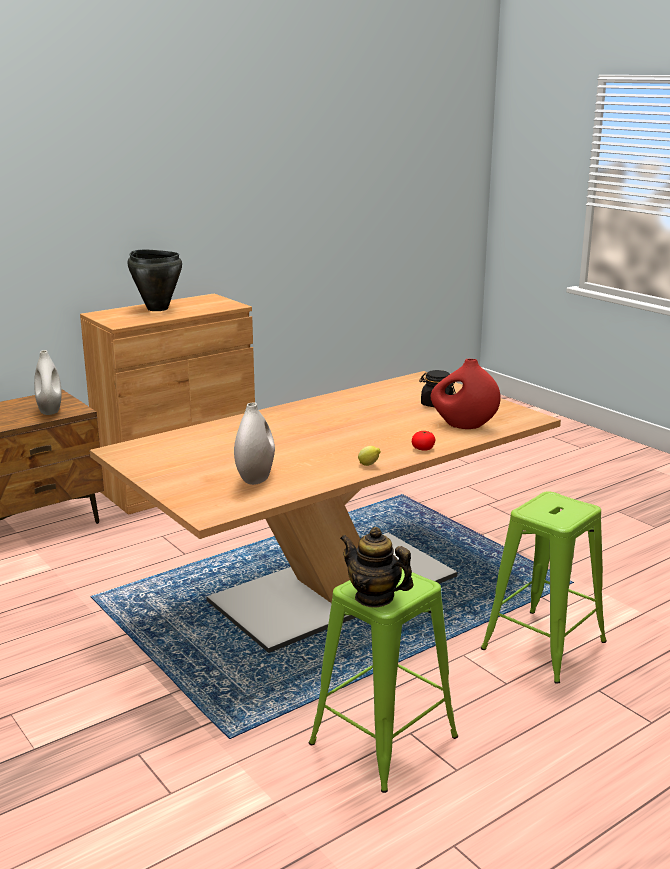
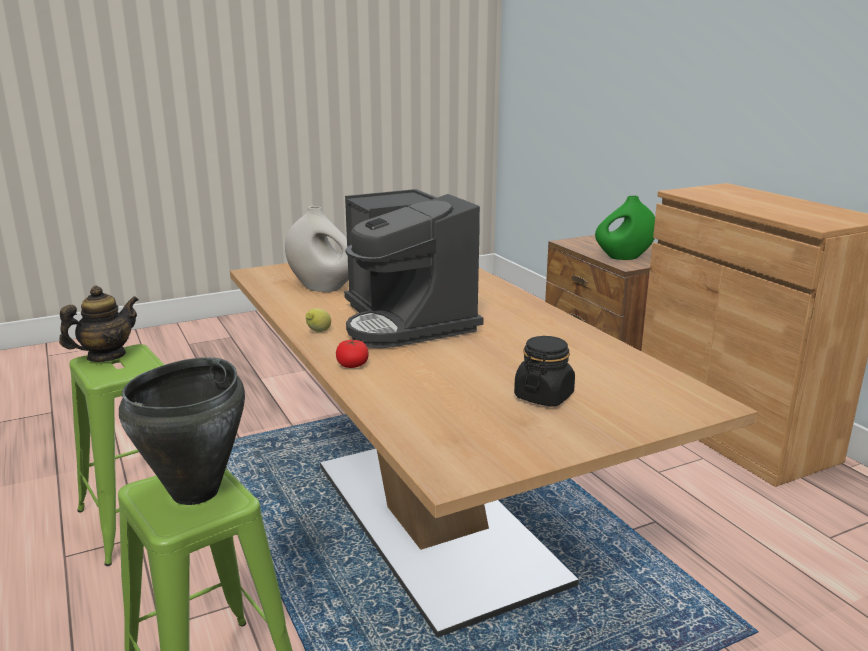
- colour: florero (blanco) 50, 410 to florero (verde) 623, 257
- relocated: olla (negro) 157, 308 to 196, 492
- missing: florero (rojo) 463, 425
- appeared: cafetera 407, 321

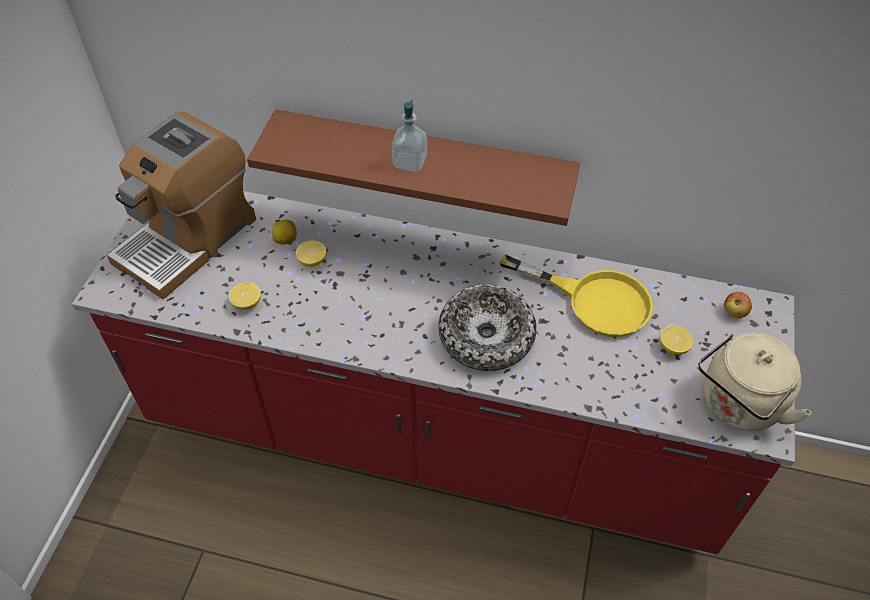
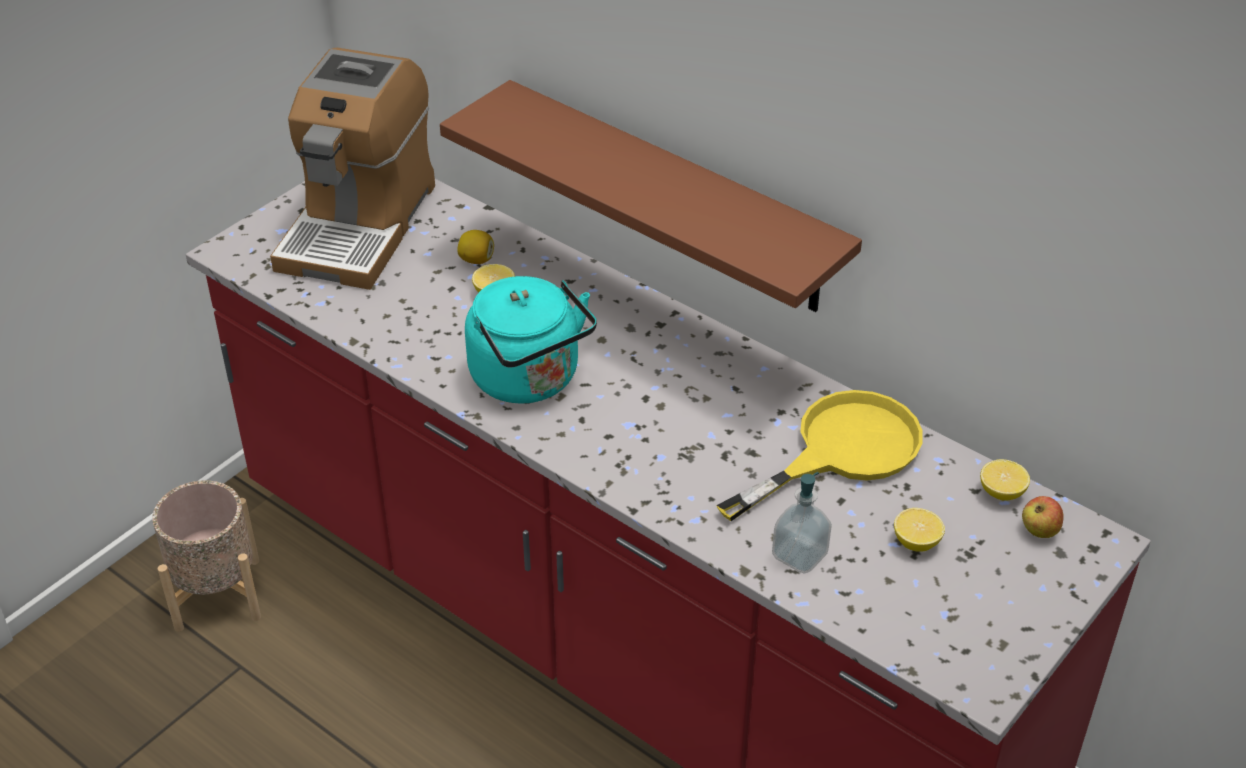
- spun: cafetera 188, 239 = 359, 225 45 degrees counterclockwise
- relocated: limón 247, 303 to 1001, 492
- relocated: dispensador de jabón 410, 162 to 799, 555
- missing: cuenco 486, 336
- spun: sartén (amarillo) 594, 300 = 841, 451 90 degrees counterclockwise
- missing: hervidor (beis) 737, 405
- appeared: maceta (beis) 217, 594
- appeared: hervidor (turquesa) 530, 380

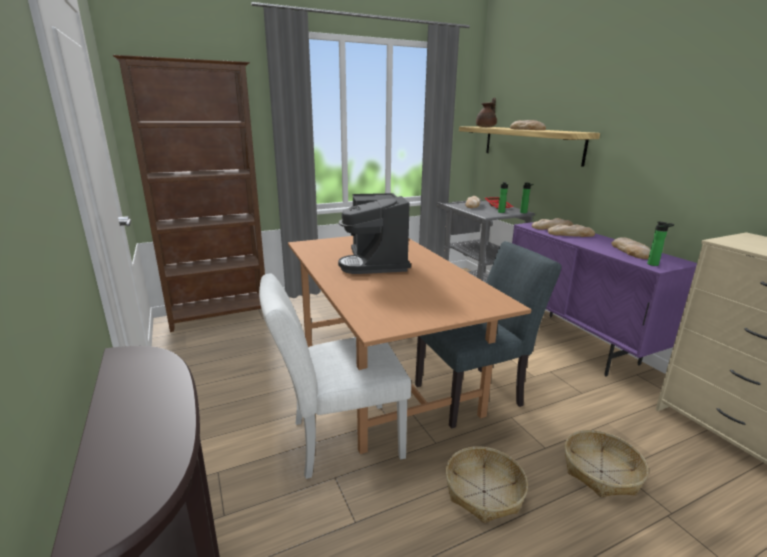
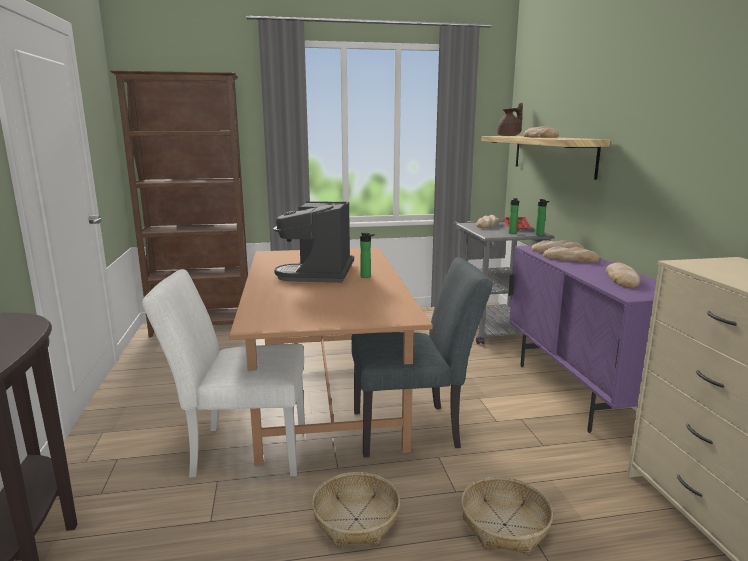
- relocated: botella 654, 264 to 367, 277

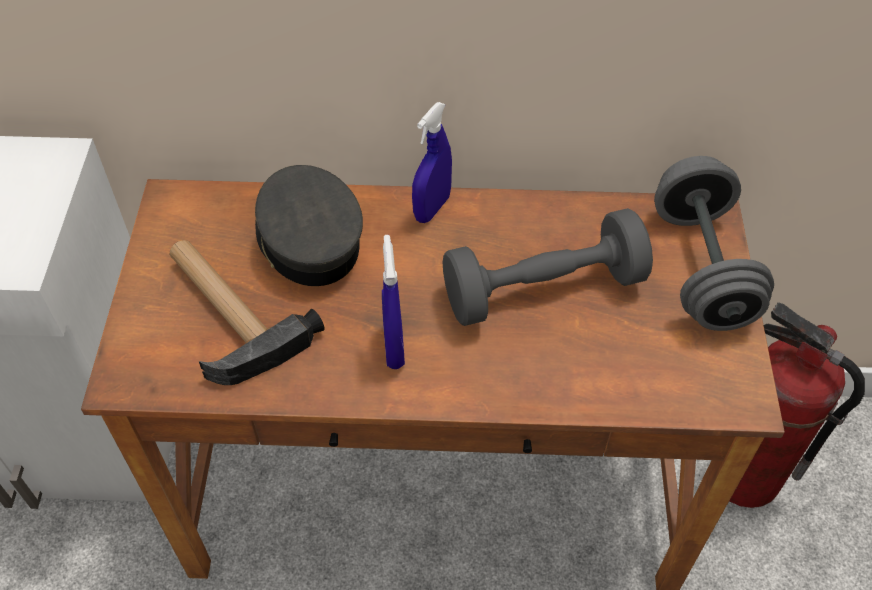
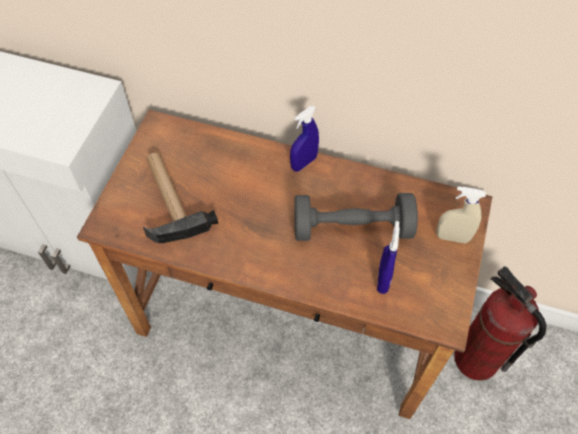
- missing: gorra (gris) 307, 239
- relocated: pulverizador (azul) 394, 347 to 383, 279
- exchanged: mancuerna (gris) 701, 268 to pulverizador (beis) 452, 237

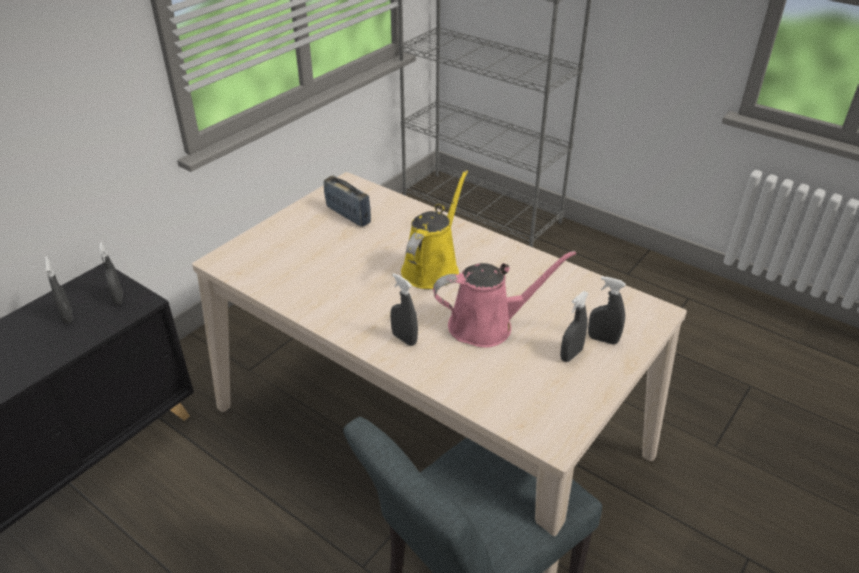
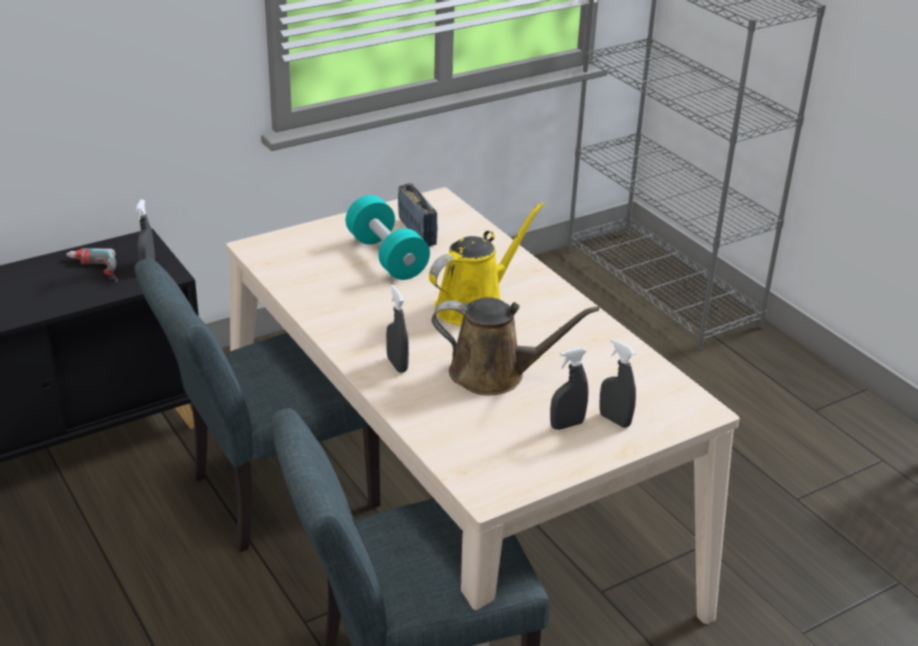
- exchanged: pulverizador (gris) 68, 317 to taladro 92, 271
- colour: regadera (rosa) 487, 325 to regadera (marrón) 495, 374
- appeared: silla (gris) 270, 495
- appeared: mancuerna (turquesa) 386, 256

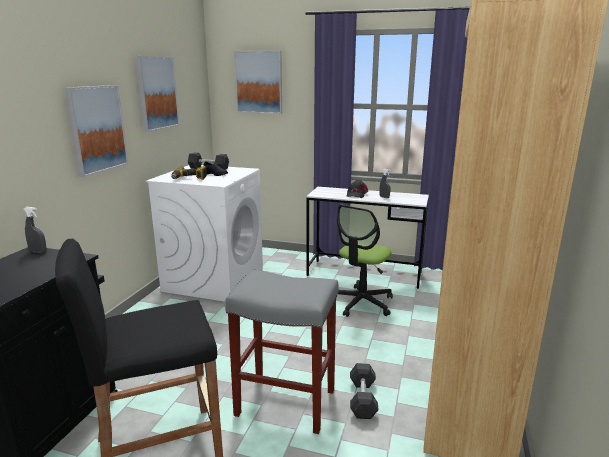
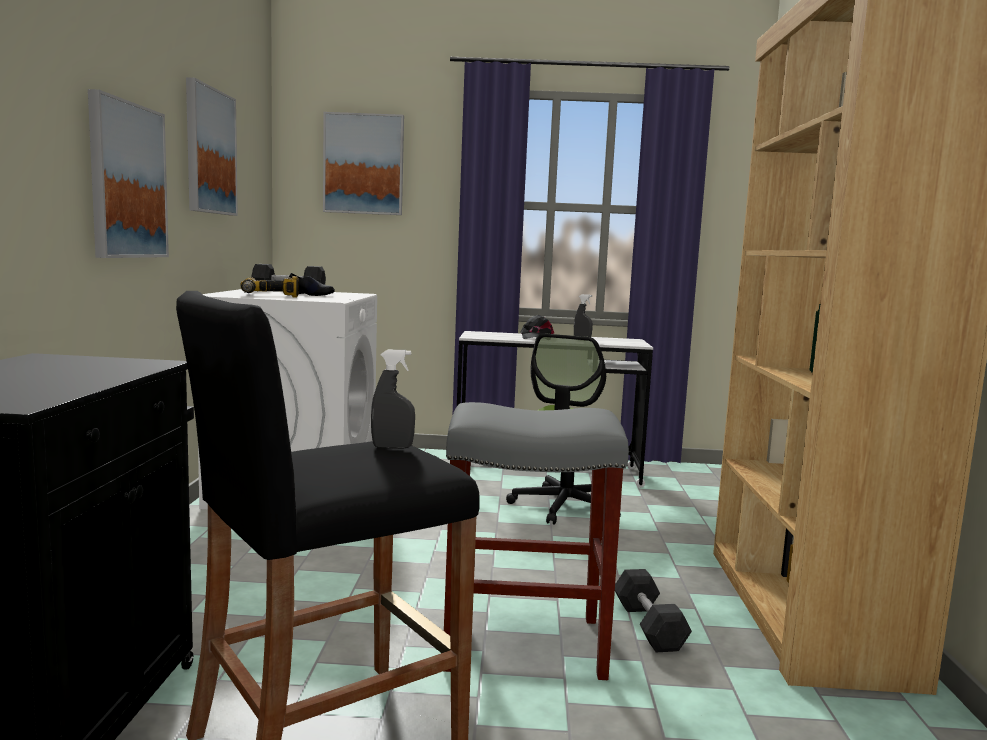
- relocated: pulverizador (gris) 38, 252 to 392, 447

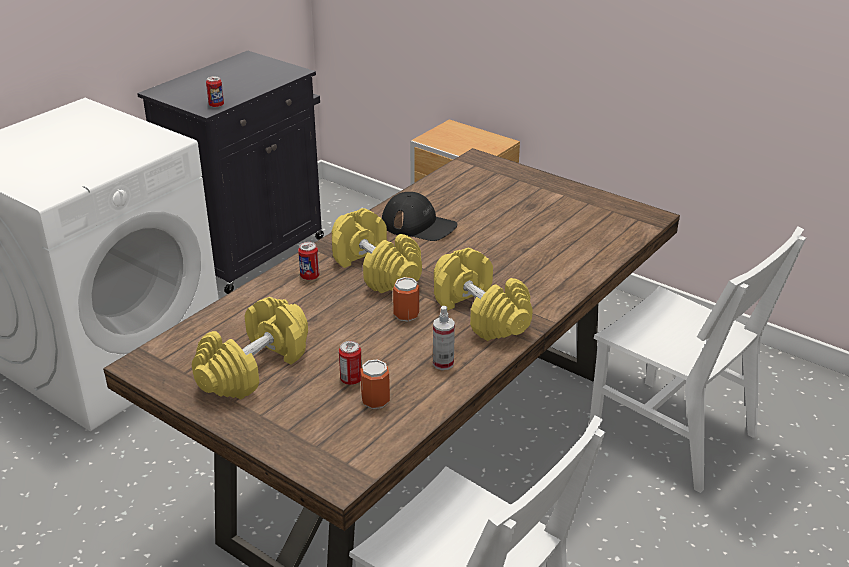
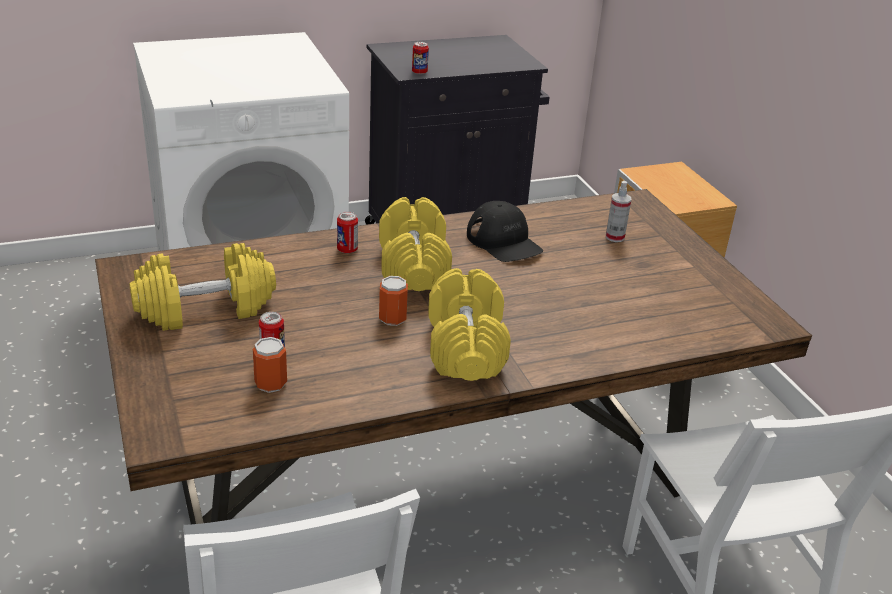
- relocated: pulverizador 443, 363 to 614, 237

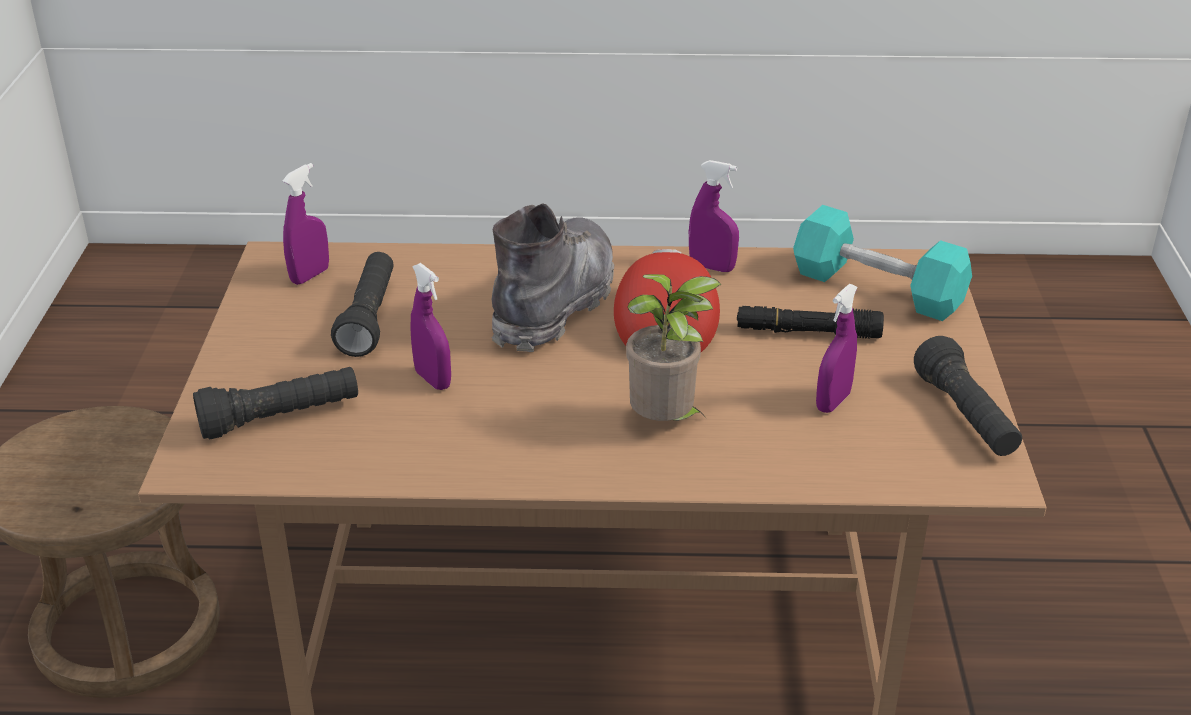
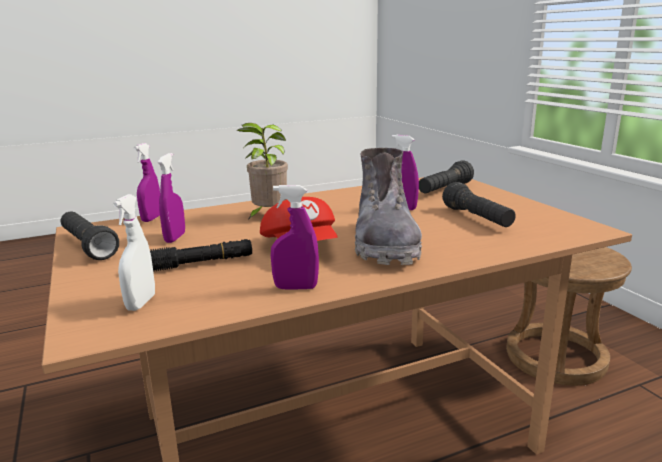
- relocated: pulverizador (morado) 310, 275 to 152, 218
- exchanged: mancuerna (turquesa) 877, 289 to pulverizador (blanco) 141, 303

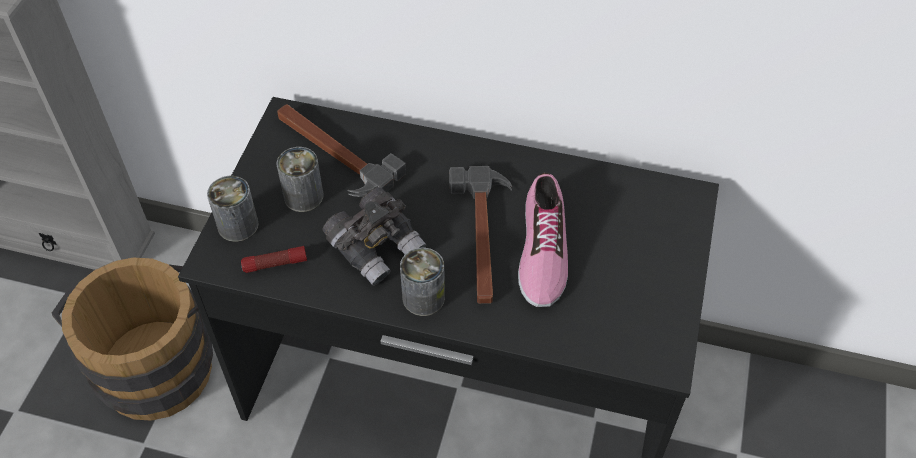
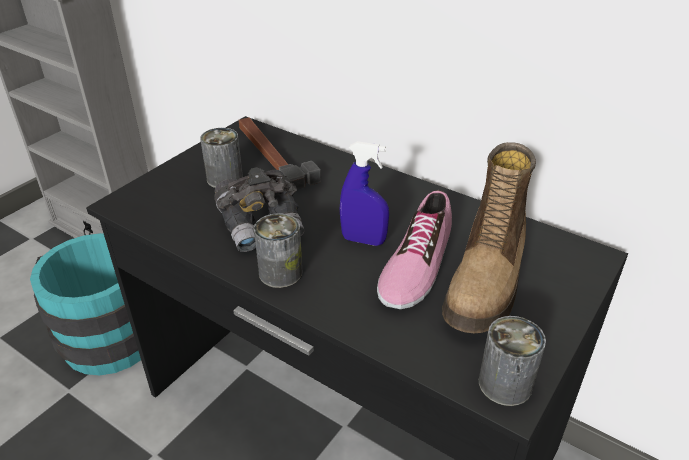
- colour: cubo (marrón) 157, 360 to cubo (turquesa) 116, 331
- relocated: lata 238, 225 to 505, 384
- missing: linterna 275, 264
- exchanged: martillo 482, 237 to pulverizador (azul) 363, 240
- appeared: bota 487, 281

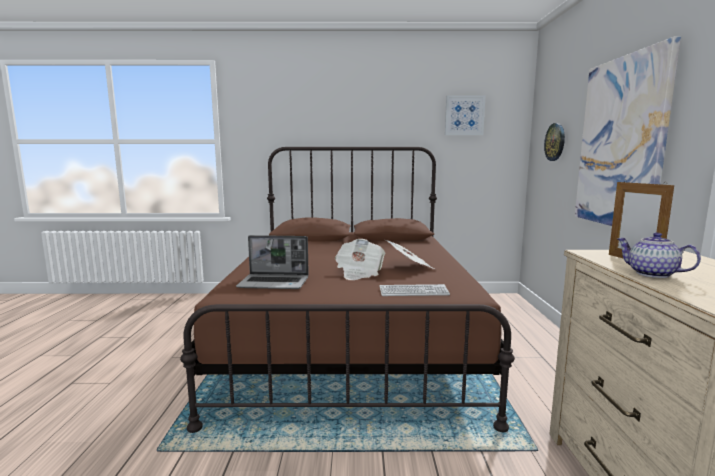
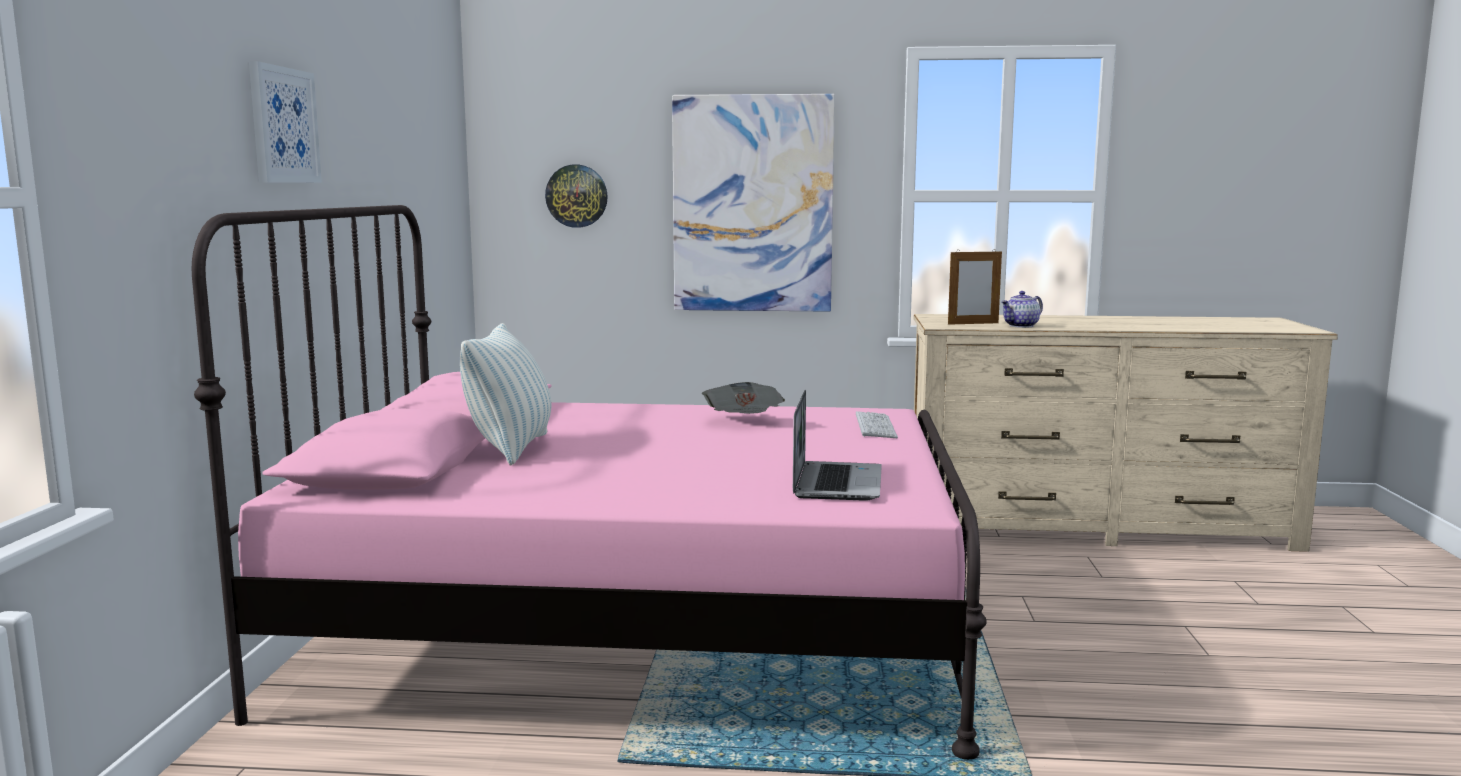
- colour: cama (marrón) 351, 340 to cama (rosa) 638, 625
- missing: periódico 359, 273
- relocated: cuadro 464, 115 to 283, 125
- appeared: cojín 511, 448

